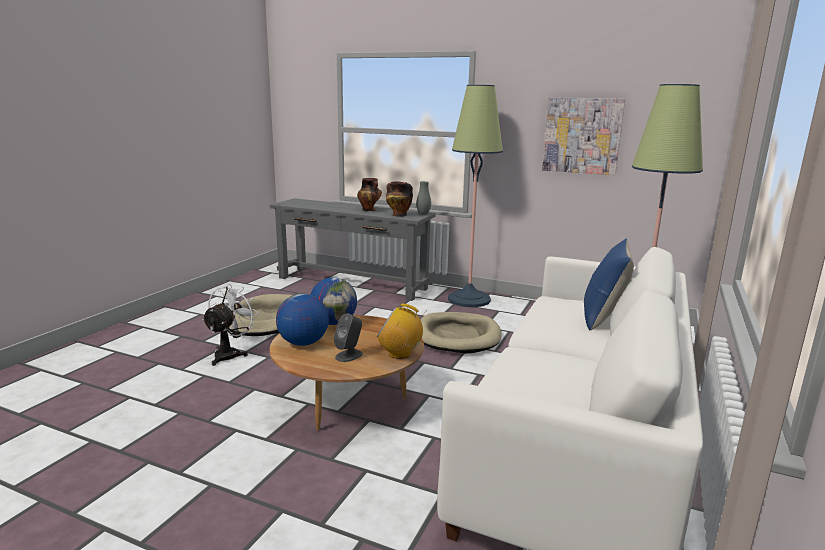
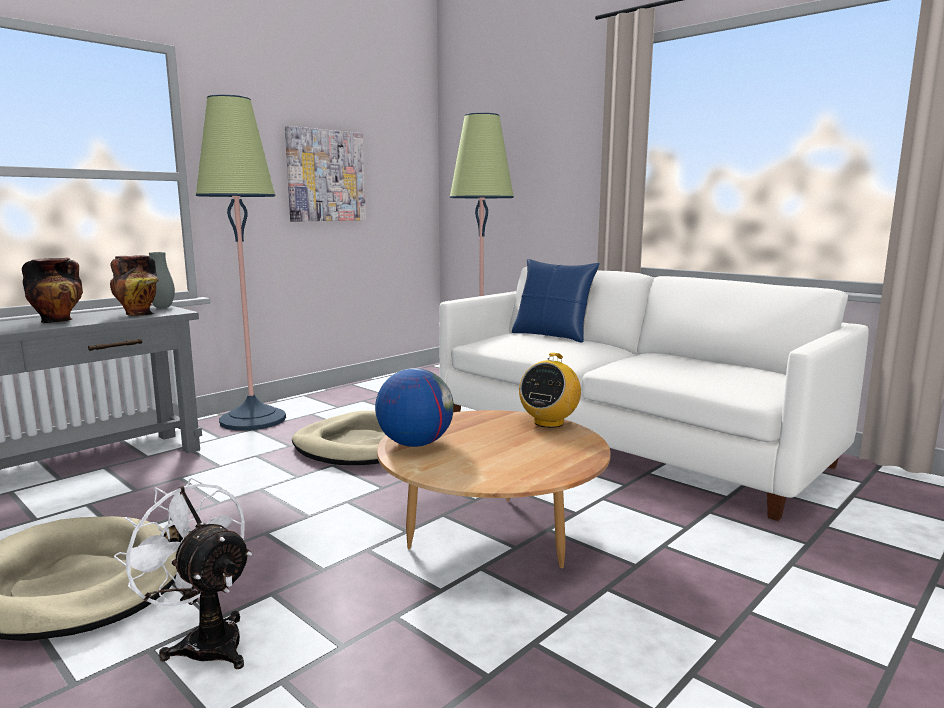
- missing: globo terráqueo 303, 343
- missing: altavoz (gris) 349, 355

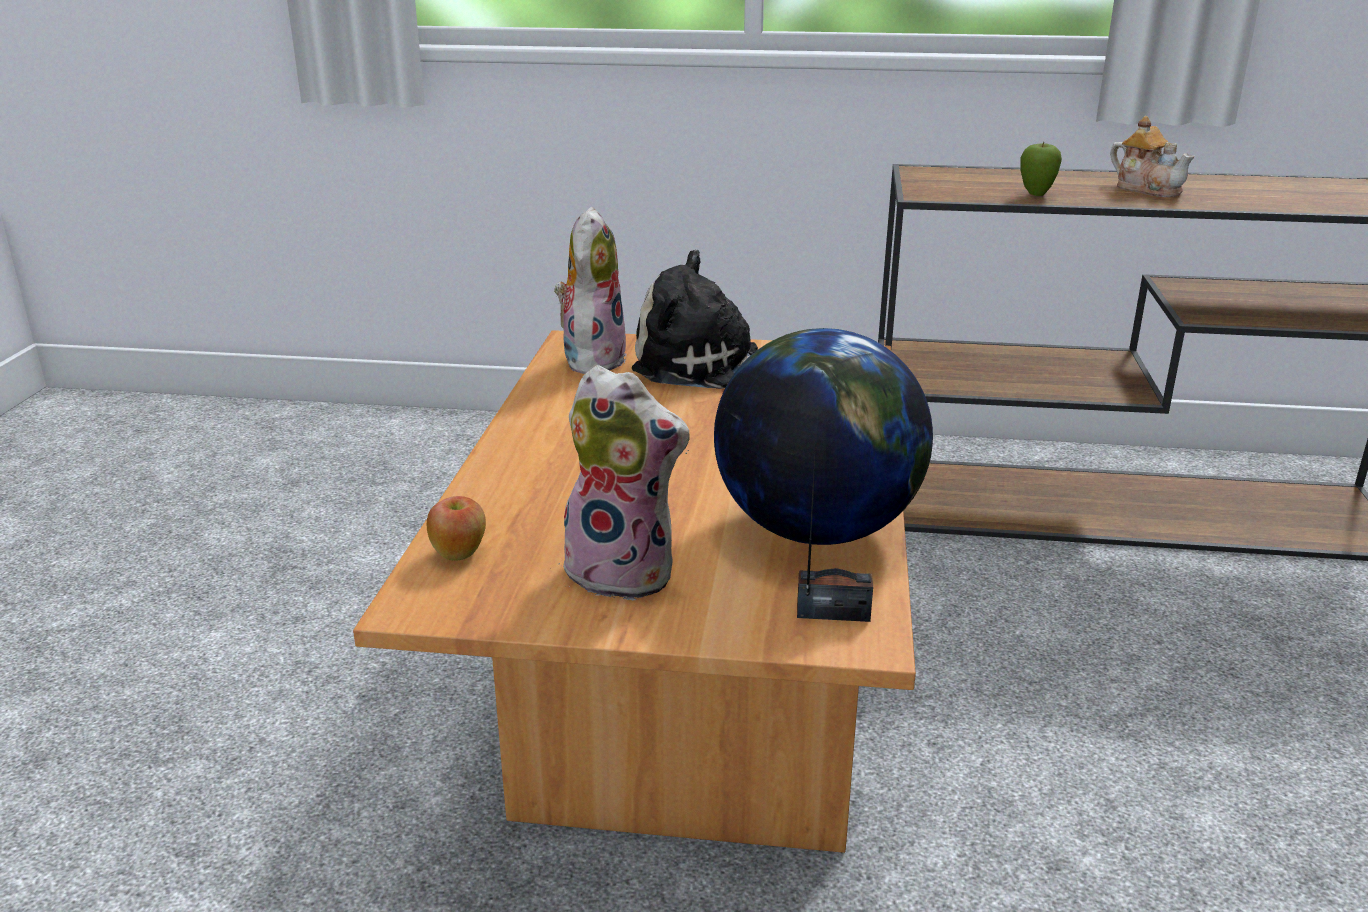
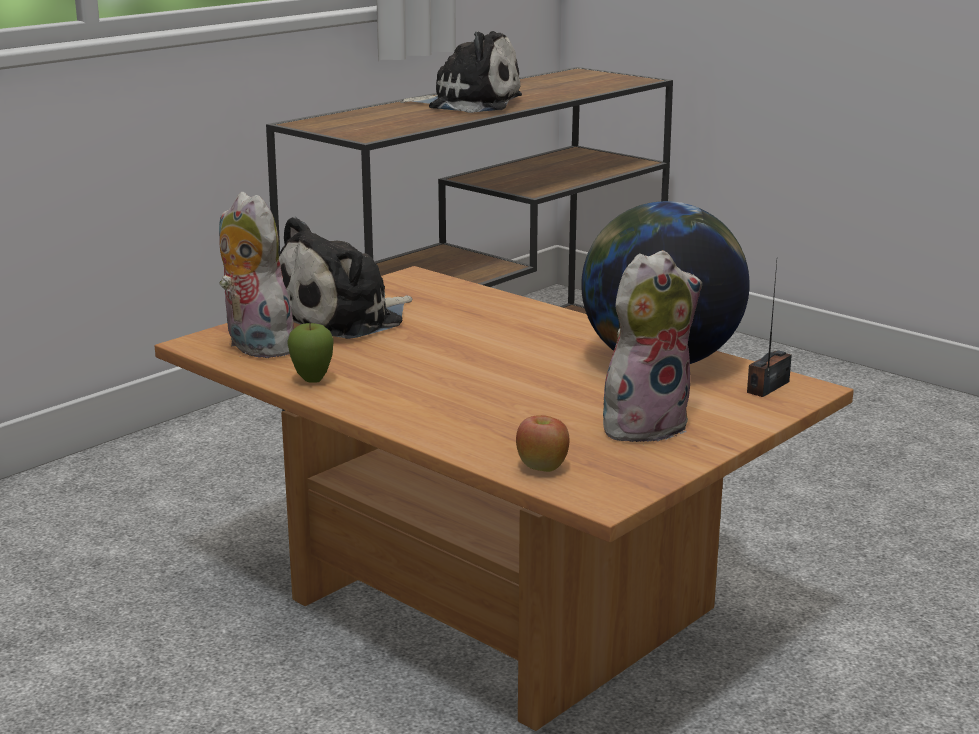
- relocated: manzana 1036, 195 to 312, 381
- exchanged: tetera 1147, 189 to peluche 469, 103

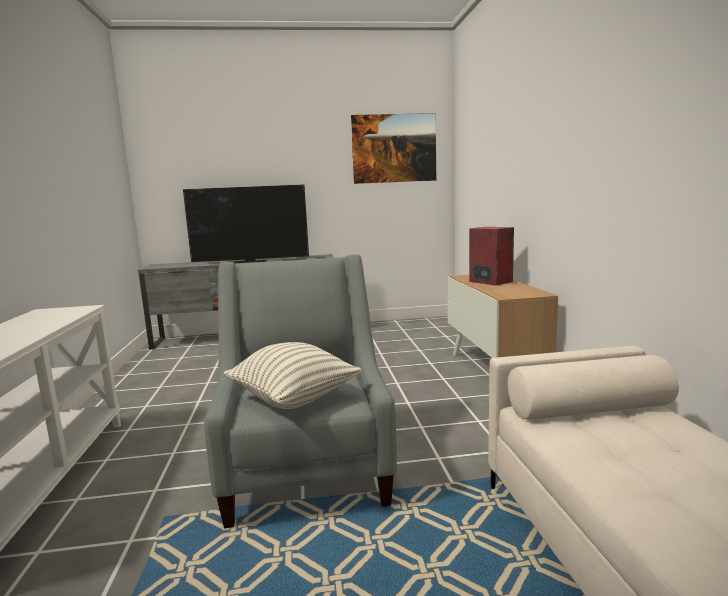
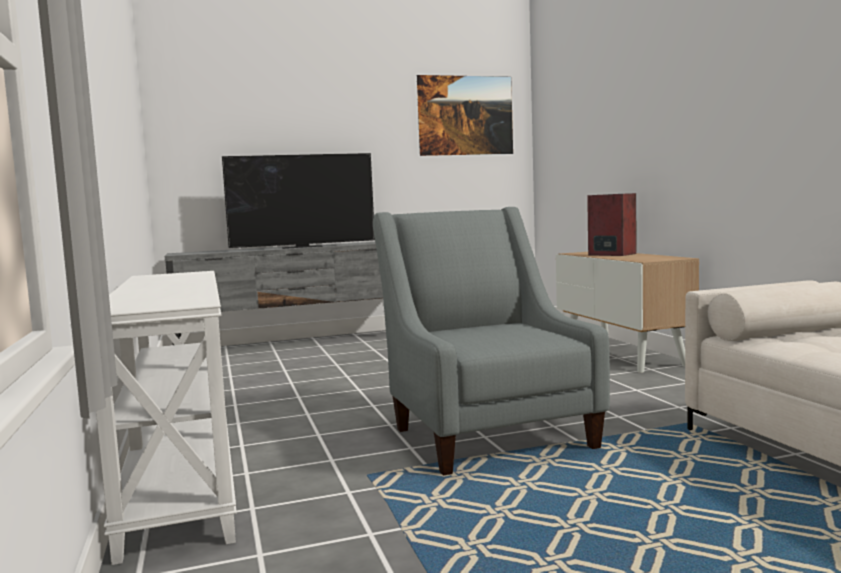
- missing: cojín 294, 399

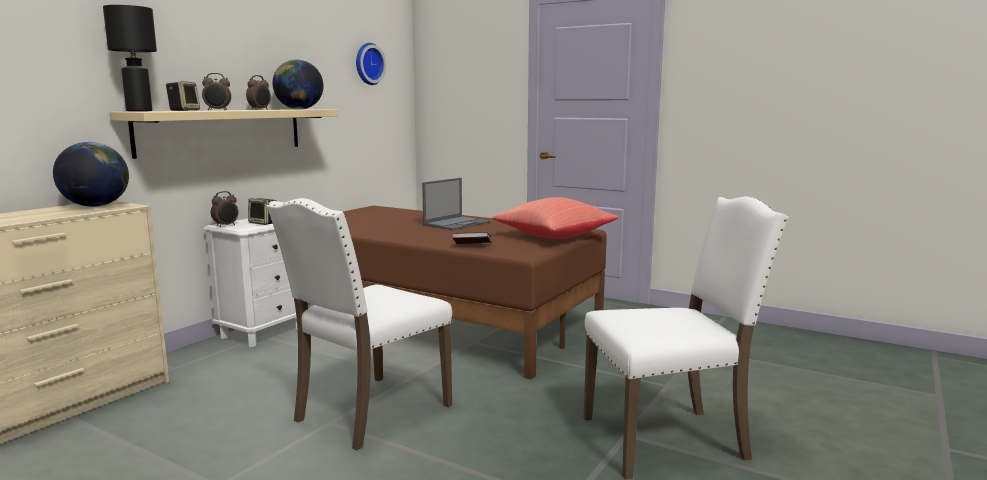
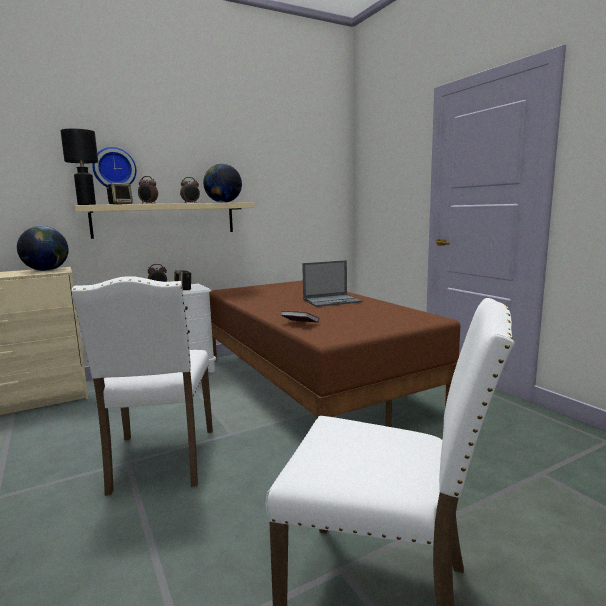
- spun: silla (blanco) 369, 413 = 161, 461 75 degrees counterclockwise
- relocated: reloj de pared 367, 64 to 114, 168
- missing: cojín (rojo) 553, 237

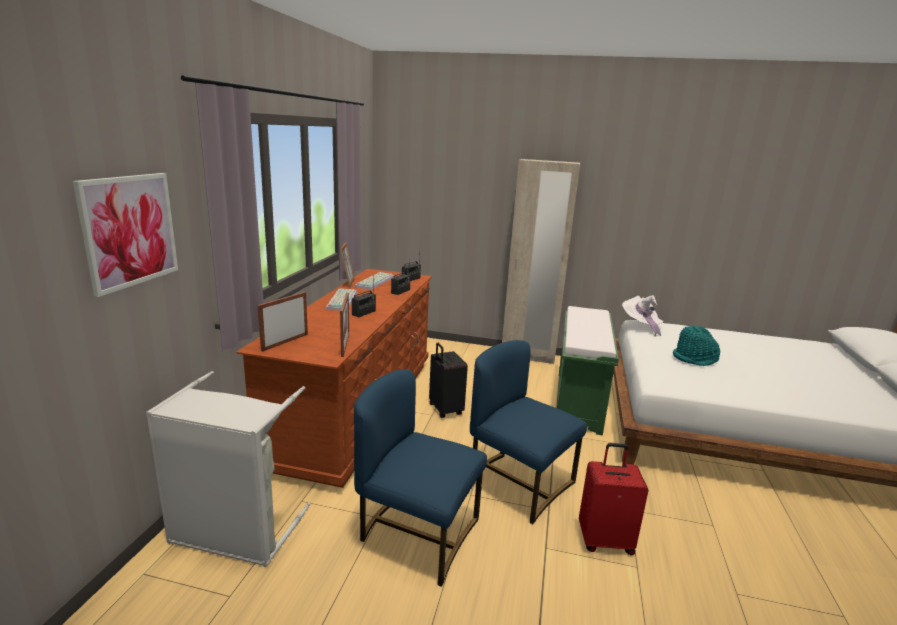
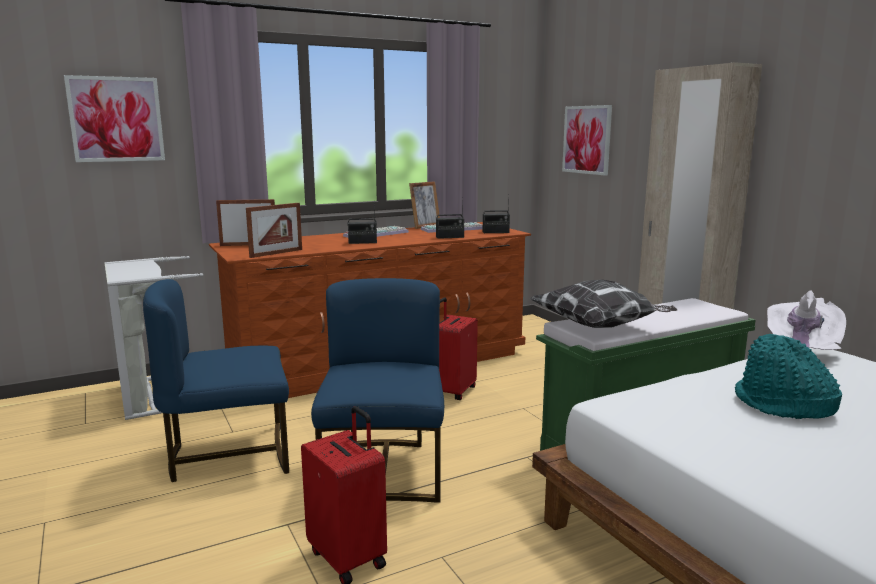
- spun: silla (azul) 417, 534 = 229, 455 90 degrees counterclockwise
- colour: maleta (negro) 444, 410 to maleta (rojo) 452, 392
- appeared: cojín 600, 327
- appeared: cuadro 587, 139

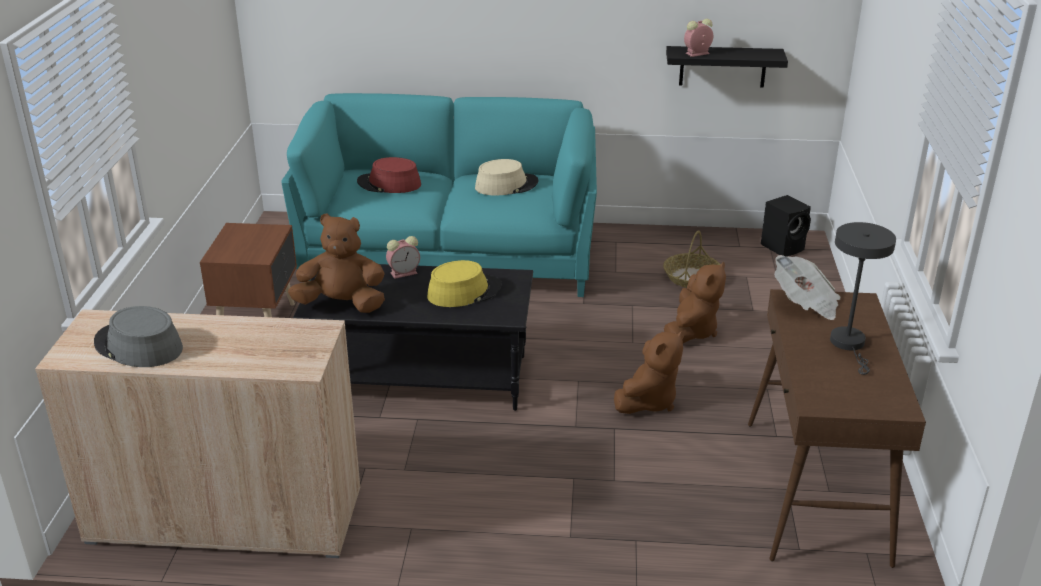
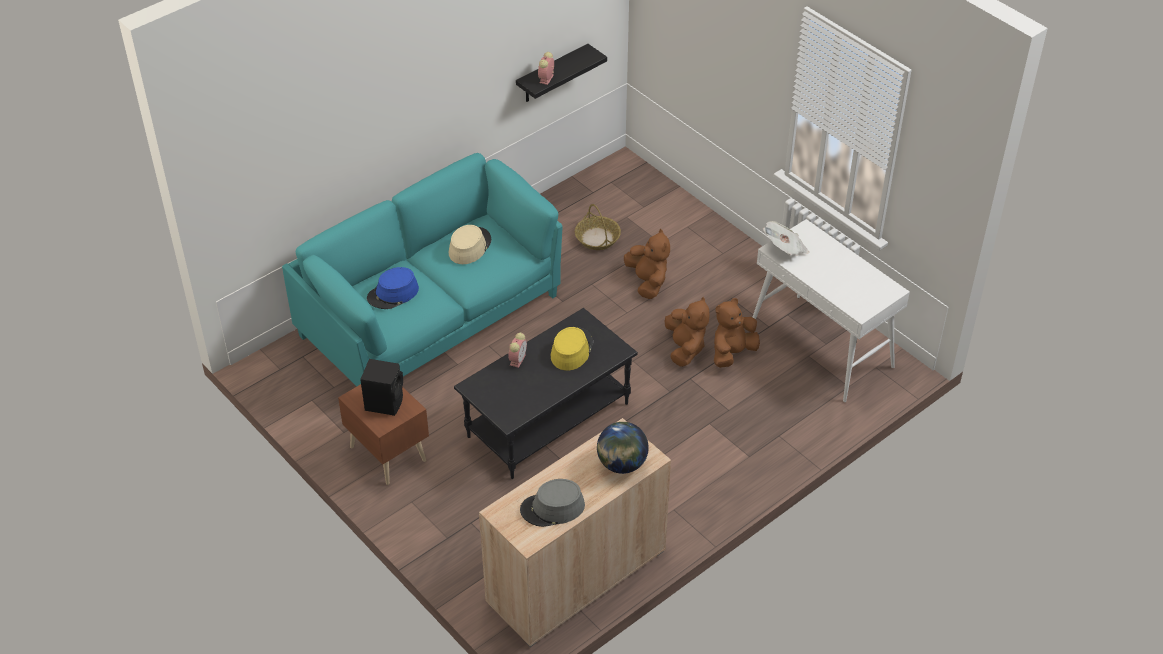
- relocated: peluche (marrón) 342, 304 to 732, 353
- colour: sombrero (rojo) 389, 184 to sombrero (azul) 393, 294
- colour: mesa consola (marrón) 816, 491 to mesa consola (blanco) 821, 348
- relocated: altavoz (negro) 783, 247 to 385, 402
- missing: lámpara de mesa (gris) 849, 345
- appeared: globo terráqueo 622, 464

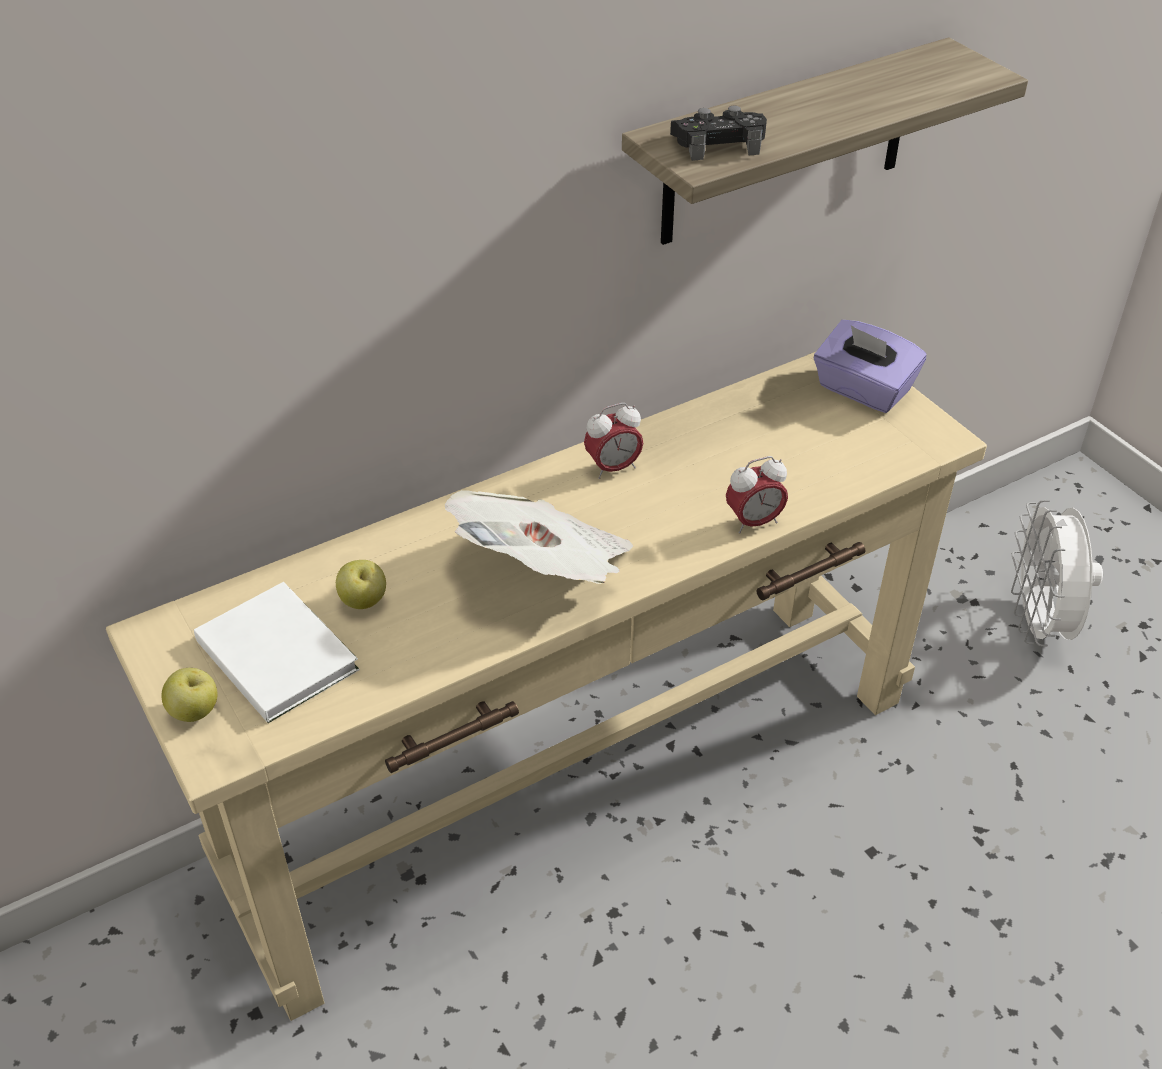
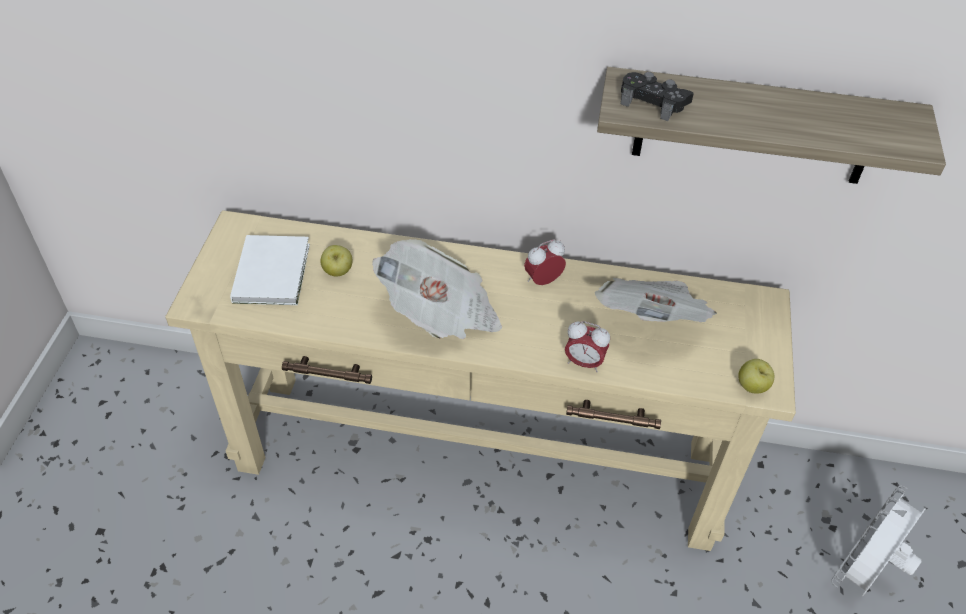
- relocated: manzana 195, 712 to 752, 386
- spun: despertador 613, 468 = 543, 281 135 degrees clockwise
- missing: caja de pañuelos (morado) 863, 390
- appeared: periódico 651, 320

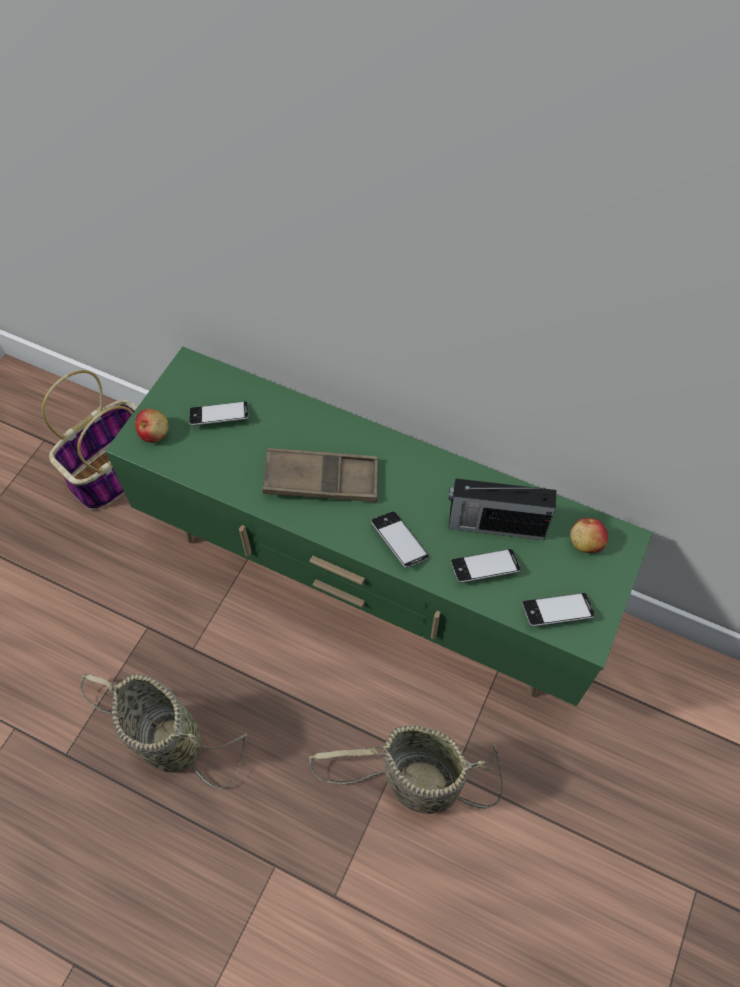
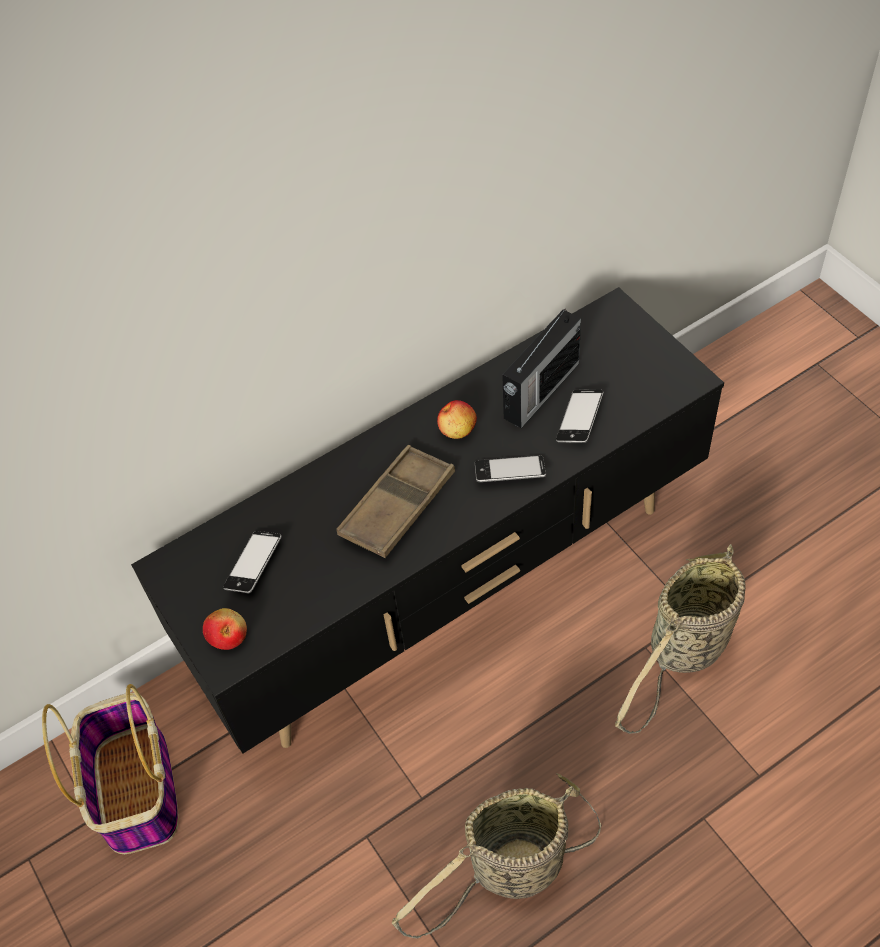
- colour: mueble de televisión (verde) 372, 581 to mueble de televisión (negro) 452, 588
- missing: móvil 557, 612
- relocated: manzana 585, 542 to 457, 429

